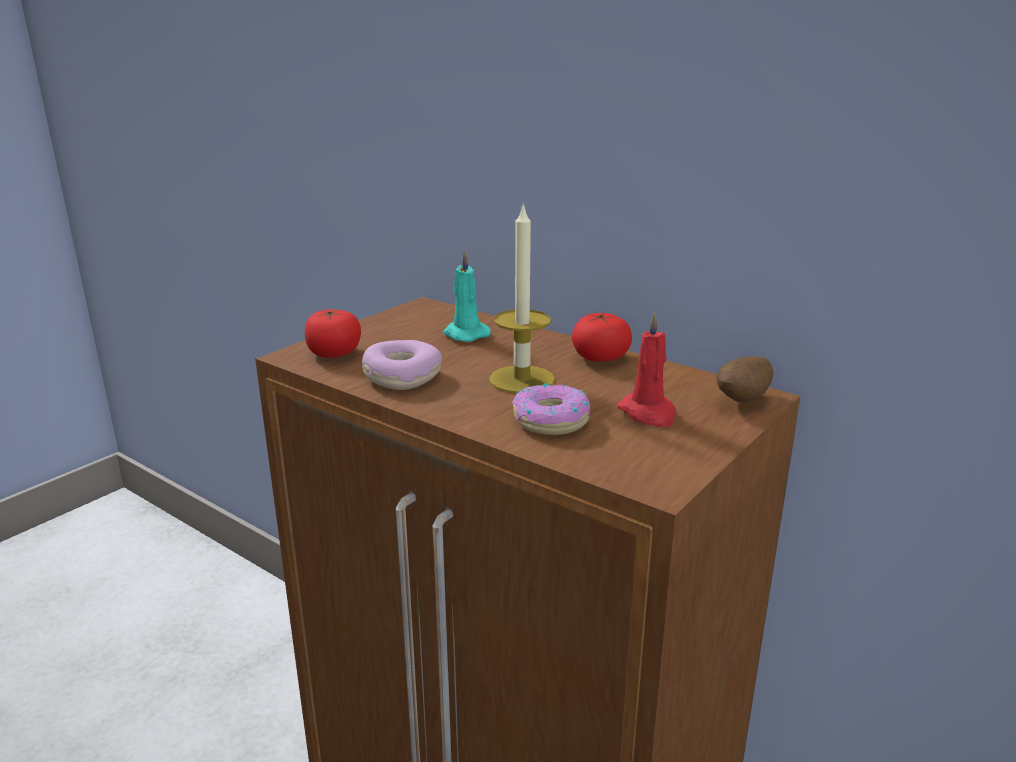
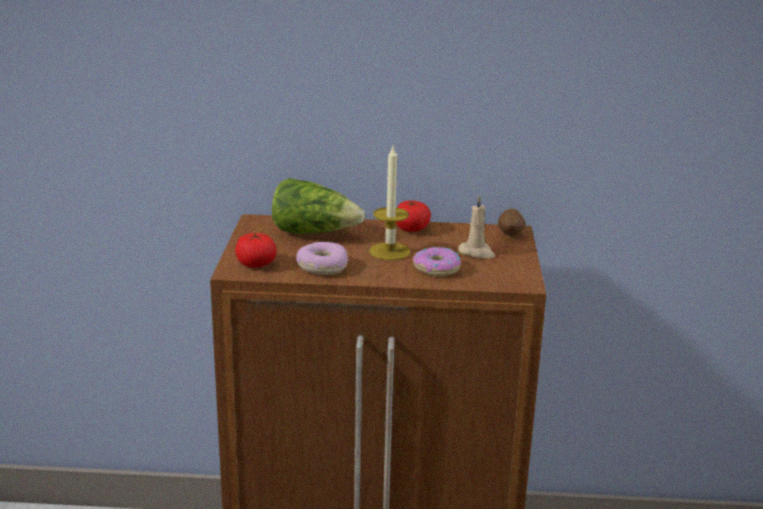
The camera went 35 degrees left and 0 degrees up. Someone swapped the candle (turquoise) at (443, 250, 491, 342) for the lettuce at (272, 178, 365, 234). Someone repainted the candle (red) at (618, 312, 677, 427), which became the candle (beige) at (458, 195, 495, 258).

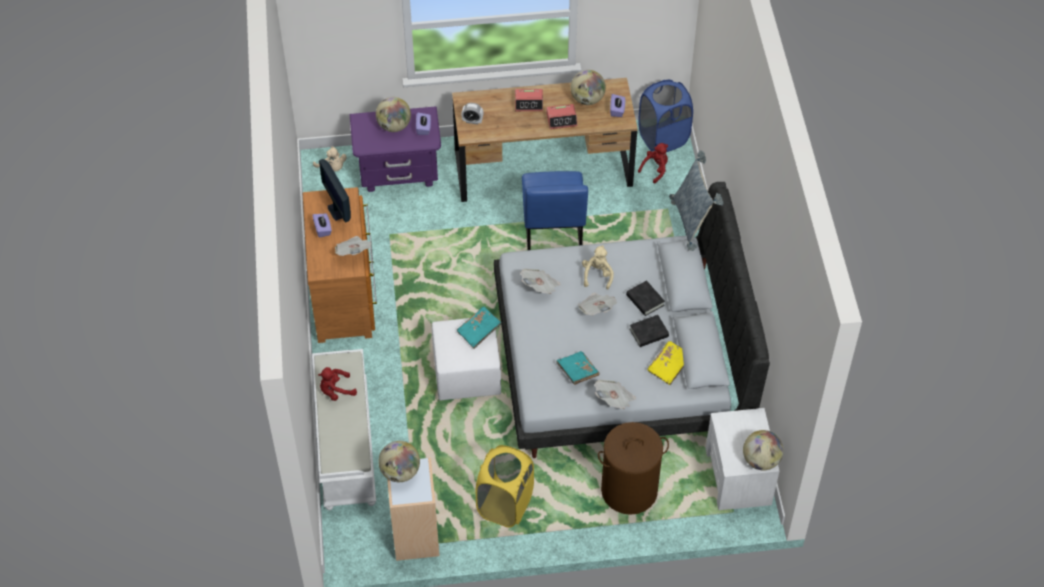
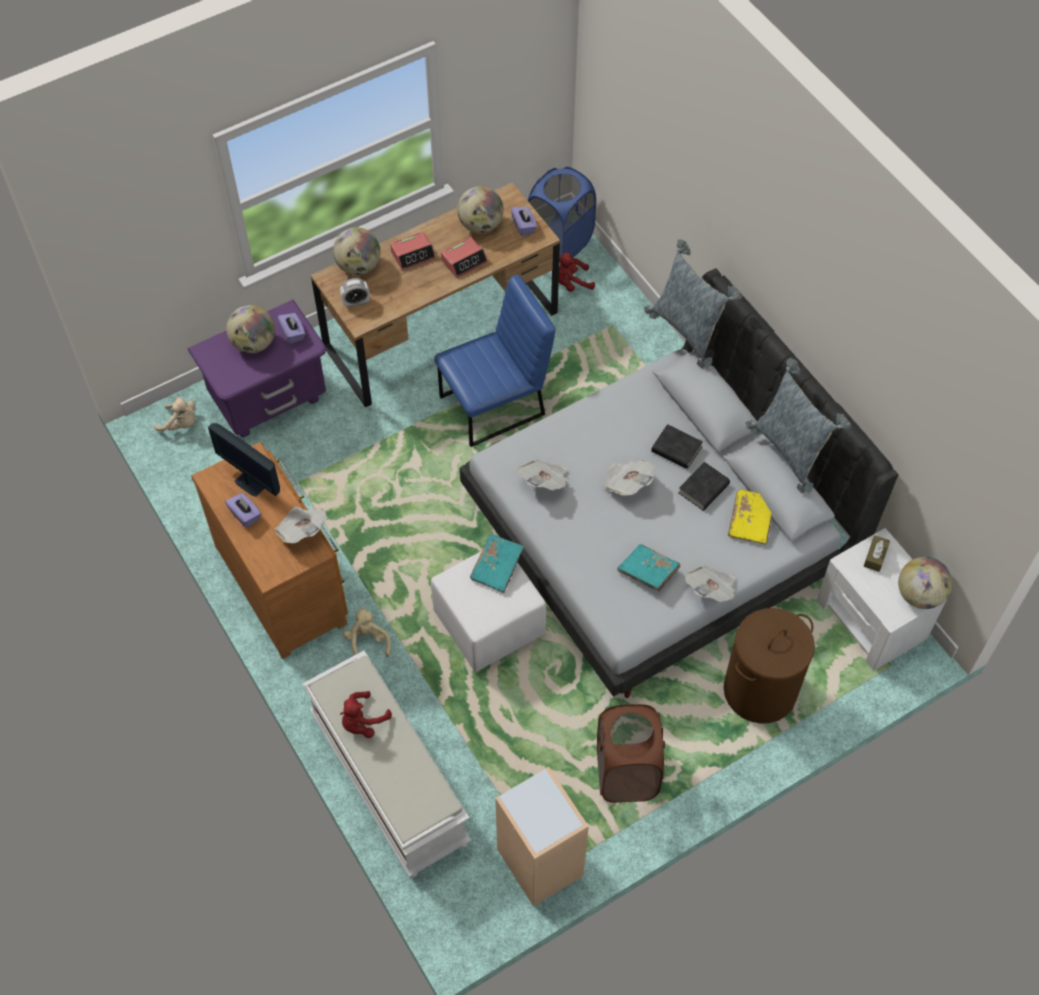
The camera went 25 degrees left and 5 degrees up. Someone carried the globe from (378, 441, 420, 482) to (333, 227, 380, 275). Someone carried the plush toy (beige) from (582, 245, 614, 290) to (343, 606, 391, 657). Someone rotated the chair (blue) at (522, 171, 588, 250) by 90 degrees counterclockwise. Someone rotated the plush toy (red) at (638, 143, 668, 183) by 120 degrees counterclockwise. Someone repainted the laundry basket (yellow) at (476, 445, 534, 528), which became the laundry basket (brown) at (597, 704, 665, 803). Someone put down the pillow at (746, 358, 851, 493). Someone put down the tissue box (brown) at (864, 535, 890, 572).

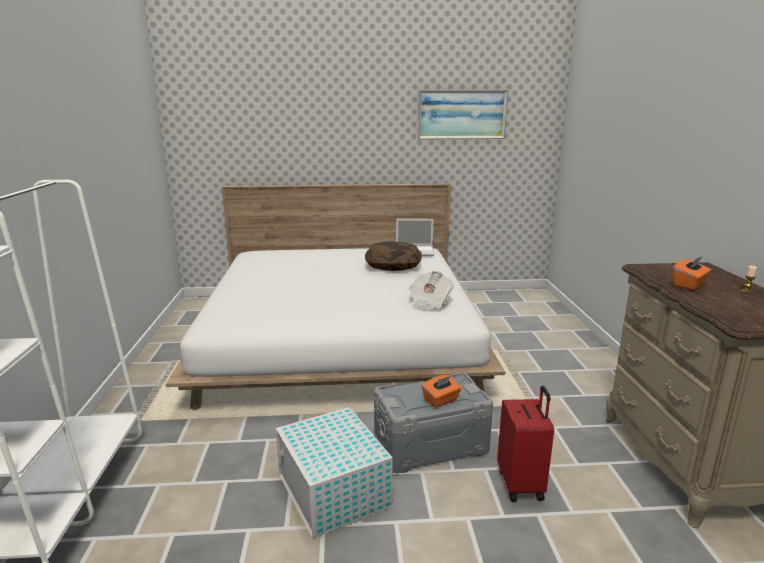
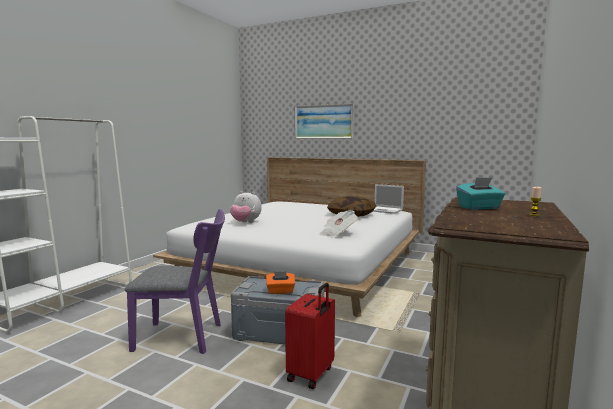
The camera went 30 degrees right and 10 degrees down. Someone swapped the storage box (white) at (276, 407, 393, 538) for the chair (purple) at (125, 209, 225, 354). Someone put down the plush toy at (230, 191, 262, 223). Someone carried the picture from (418, 90, 508, 140) to (294, 103, 354, 139). Someone repainted the tissue box (orange) at (673, 256, 711, 290), which became the tissue box (turquoise) at (456, 177, 505, 210).

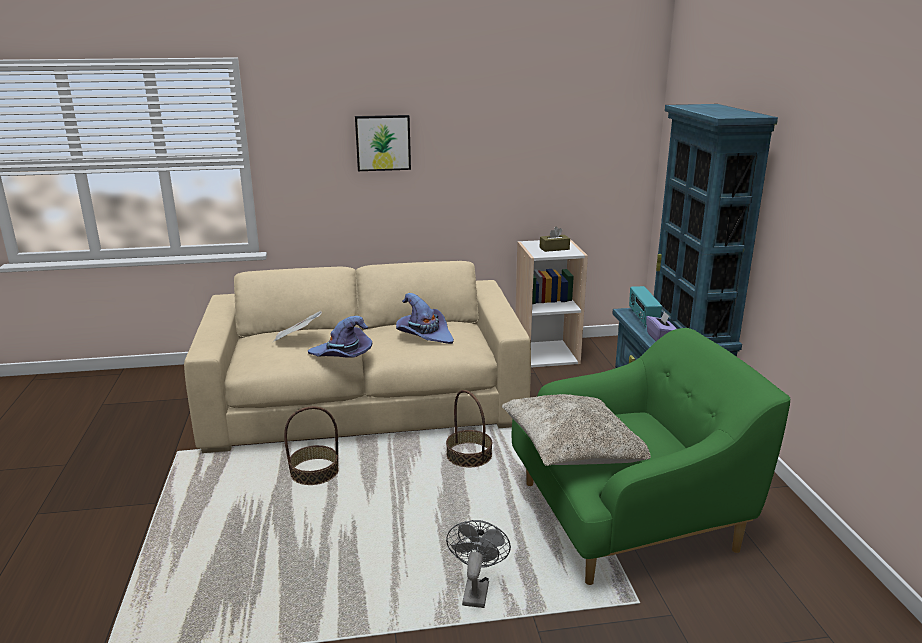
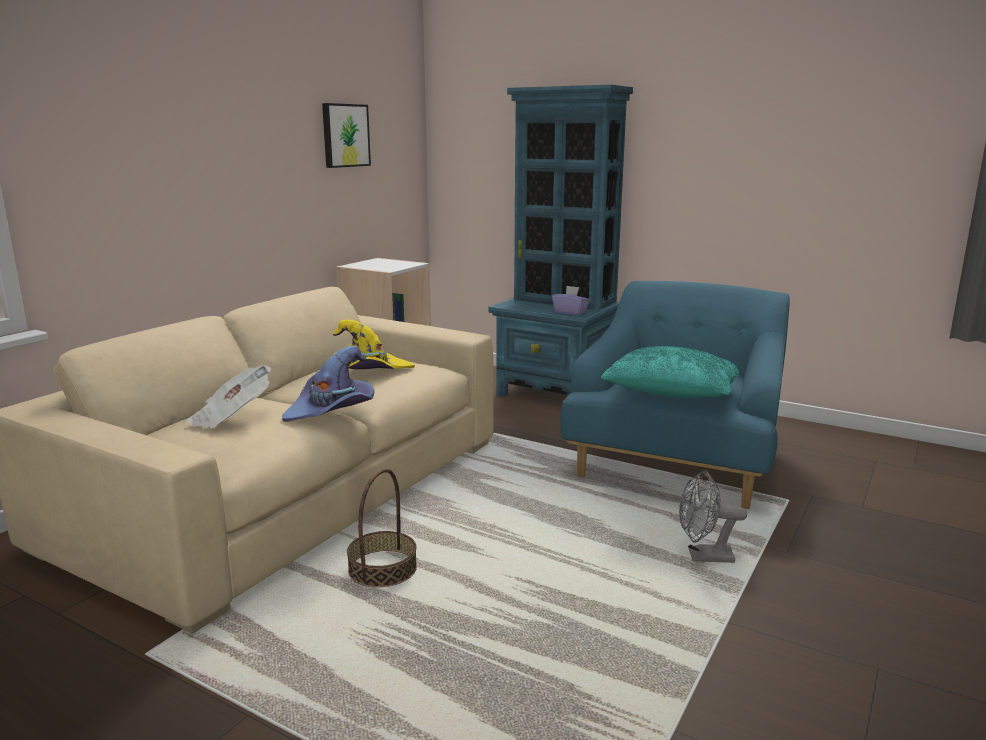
The camera went 50 degrees left and 5 degrees down. Someone carried the picture from (355, 115, 411, 171) to (322, 103, 371, 168). Someone repainted the hat (purple) at (396, 293, 454, 344), which became the hat (yellow) at (333, 319, 415, 369). Someone repainted the armchair (green) at (512, 328, 790, 585), which became the armchair (blue) at (560, 281, 790, 509). Someone repainted the pillow (beige) at (502, 394, 651, 466), which became the pillow (turquoise) at (601, 346, 739, 398). Someone rotated the fan (grey) at (446, 520, 511, 608) by 45 degrees counterclockwise. Someone took away the basket at (446, 390, 492, 468). Someone took away the tissue box (brown) at (540, 227, 570, 252). Someone took away the radio at (629, 286, 662, 328).

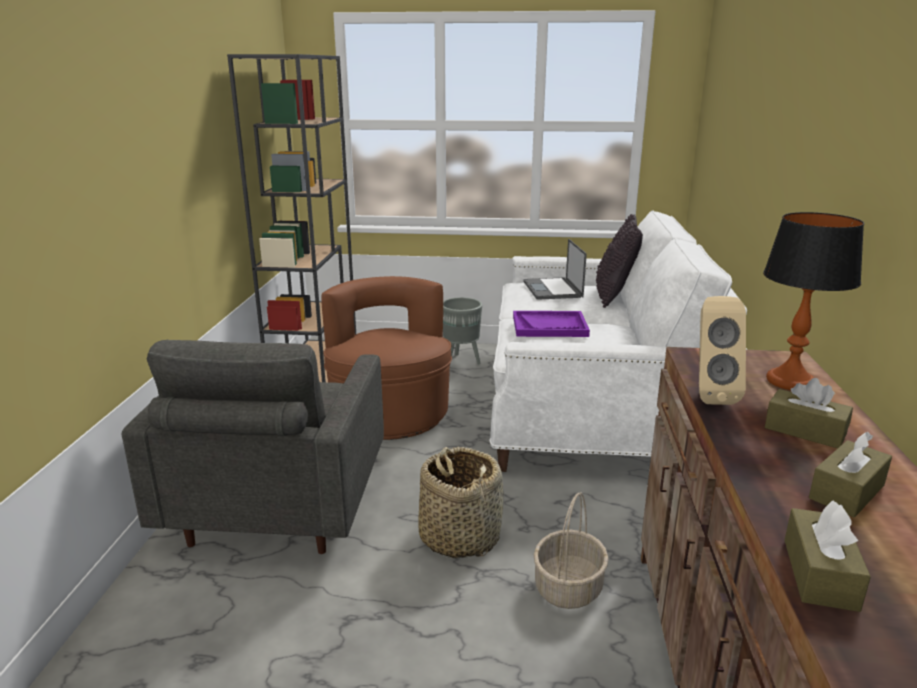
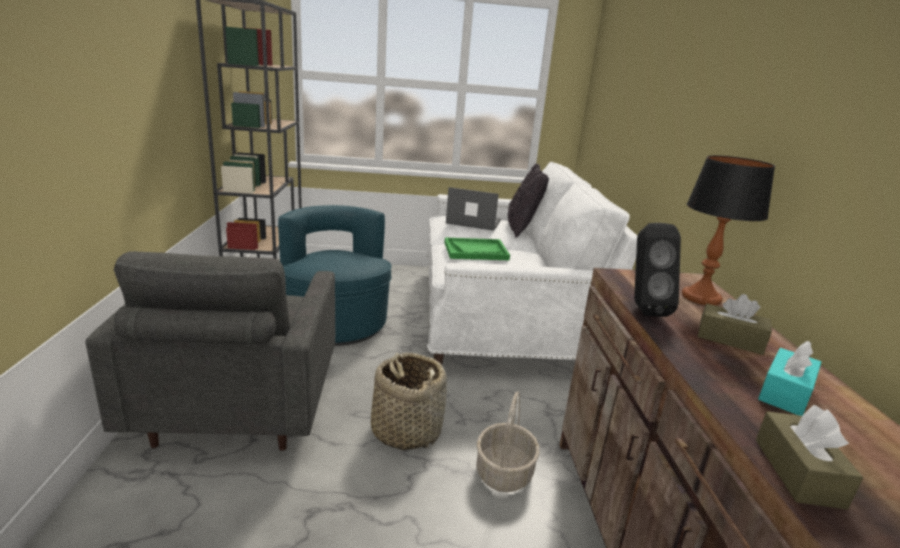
The camera went 10 degrees left and 0 degrees up. Someone repainted the armchair (brown) at (321, 276, 452, 440), which became the armchair (turquoise) at (278, 205, 392, 346). Someone repainted the tray (purple) at (513, 311, 590, 337), which became the tray (green) at (444, 238, 510, 260). Someone rotated the laptop at (523, 239, 587, 300) by 120 degrees clockwise. Someone repainted the speaker (beige) at (699, 296, 746, 405), which became the speaker (black) at (634, 223, 681, 317). Someone repainted the tissue box (brown) at (809, 432, 892, 517), which became the tissue box (turquoise) at (758, 341, 821, 416). Someone took away the planter (grey) at (443, 297, 482, 364).

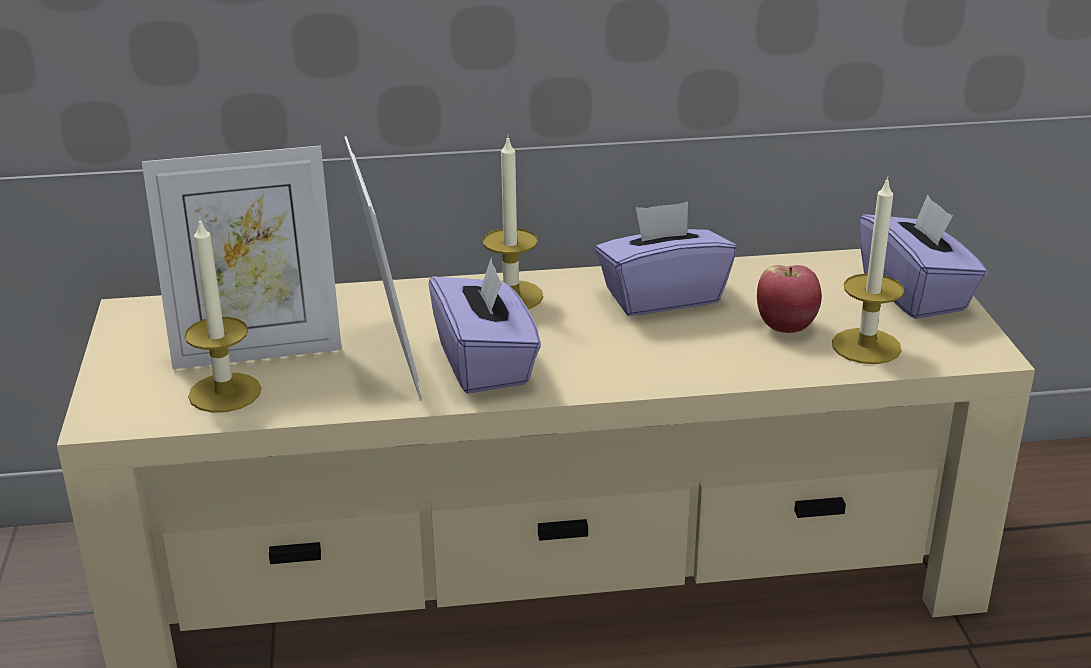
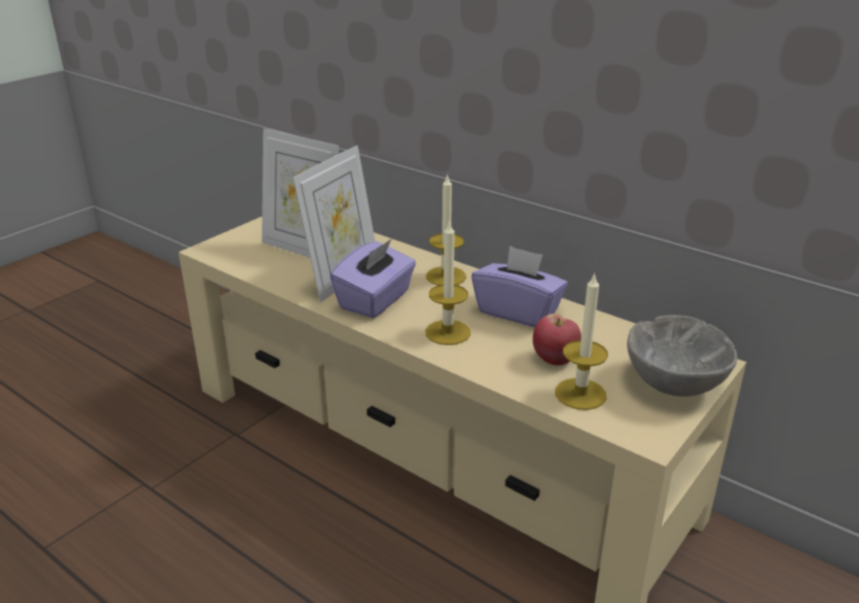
The camera went 45 degrees right and 0 degrees up. Someone carried the candle from (184, 217, 261, 413) to (426, 220, 471, 345). Someone swapped the tissue box (purple) at (859, 195, 987, 319) for the bowl (grey) at (627, 315, 737, 397).

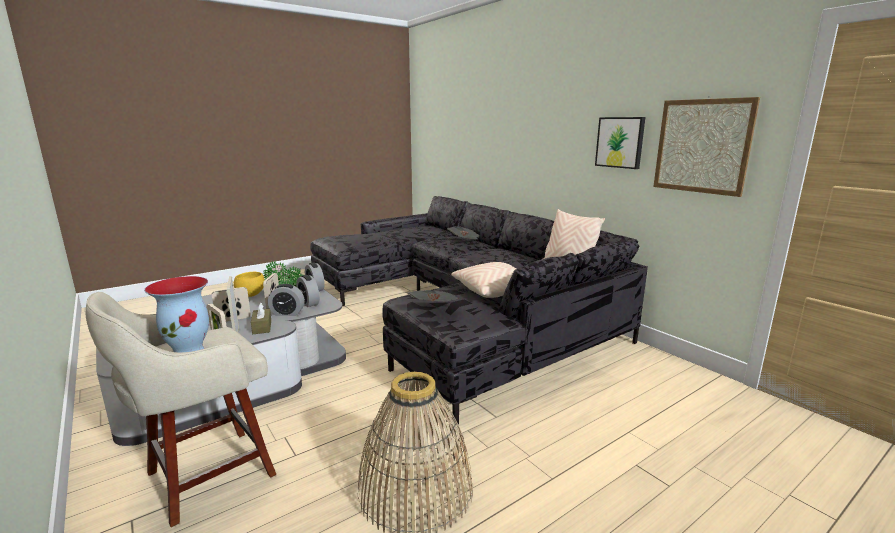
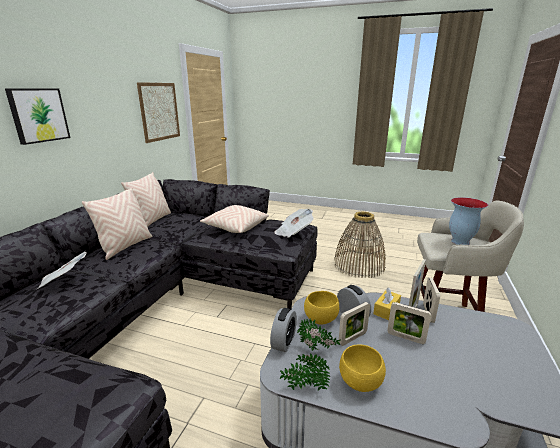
The camera went 125 degrees left and 5 degrees up. Someone carried the picture from (595, 117, 645, 169) to (5, 88, 70, 145). Someone put down the pillow (beige) at (82, 188, 152, 260). Someone swapped the alarm clock at (296, 275, 319, 307) for the bowl (yellow) at (304, 291, 339, 325). Someone repainted the tissue box (brown) at (251, 303, 271, 334), which became the tissue box (yellow) at (373, 287, 401, 320).

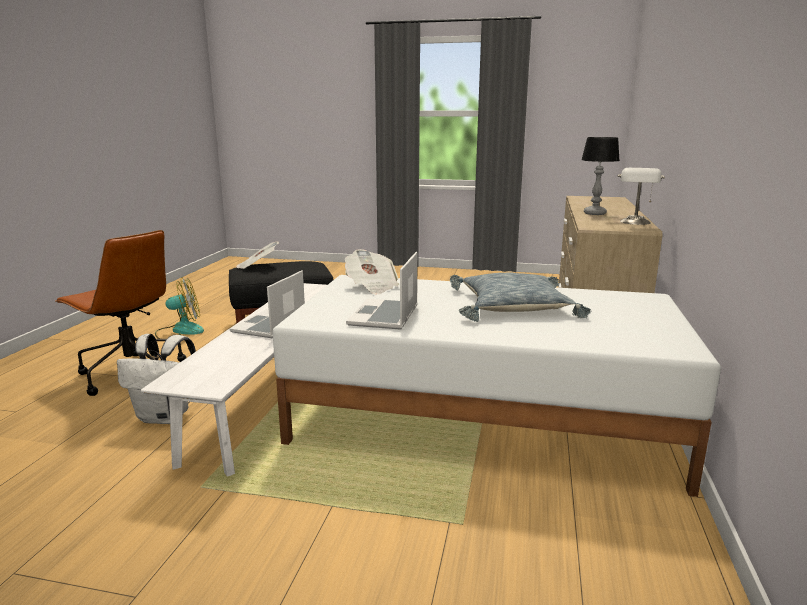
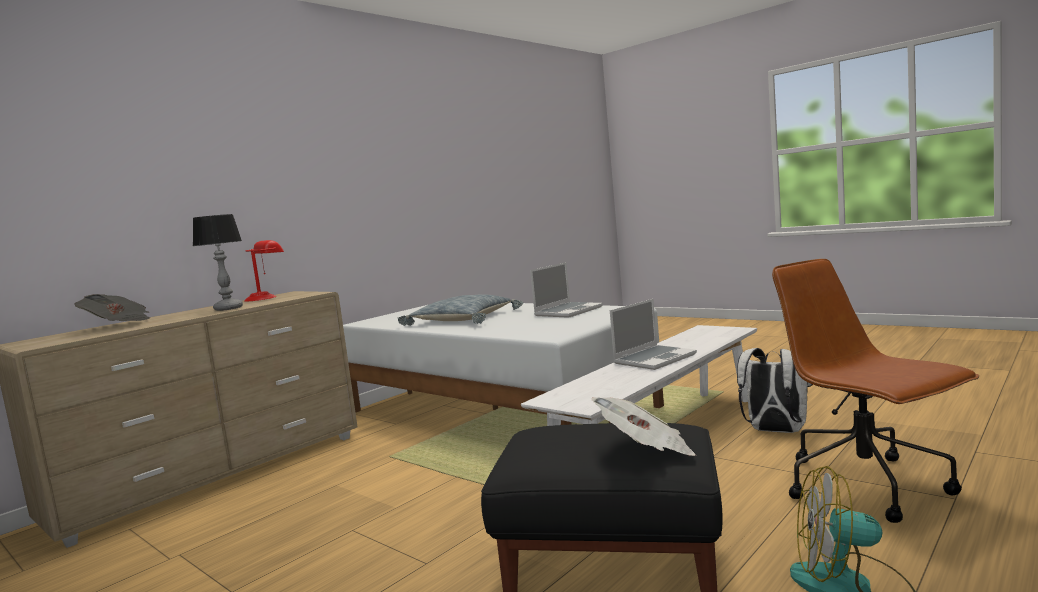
The camera went 150 degrees left and 10 degrees down. Someone carried the newspaper from (345, 249, 399, 295) to (74, 294, 150, 321). Someone repainted the table lamp (white) at (618, 168, 665, 225), which became the table lamp (red) at (244, 240, 284, 301).

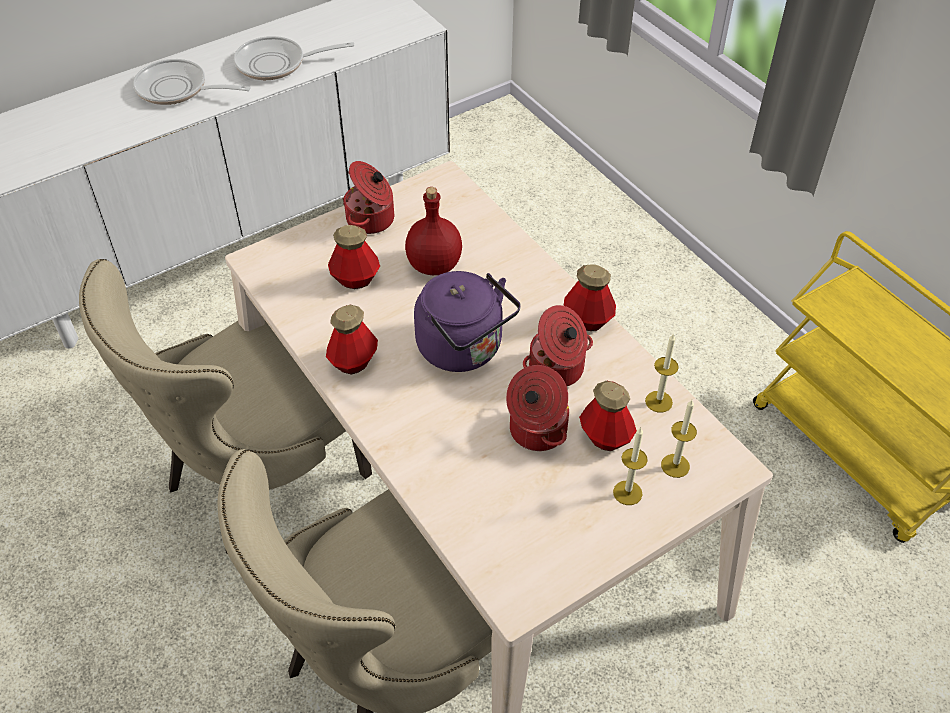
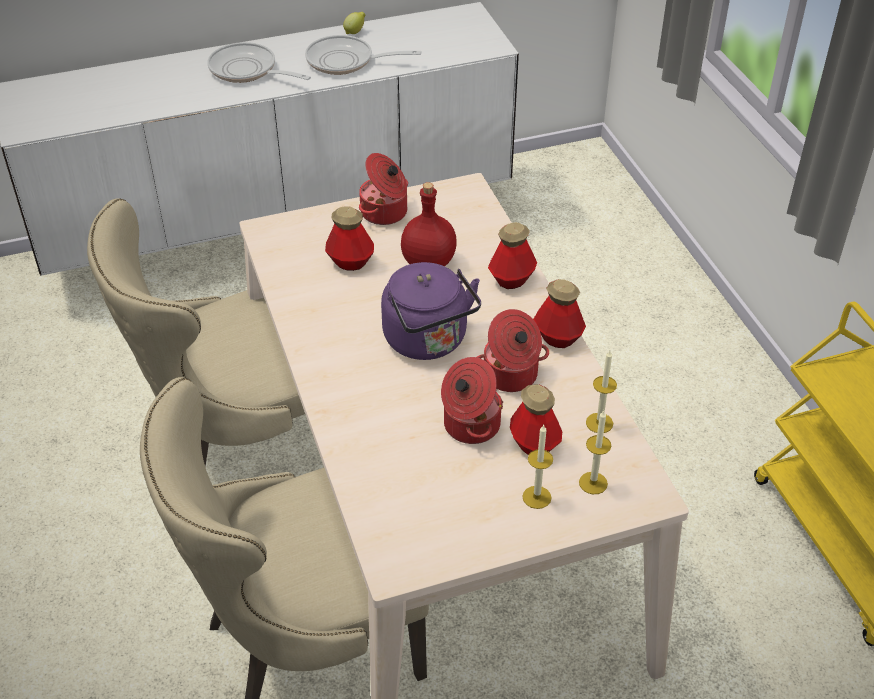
The camera went 15 degrees right and 5 degrees down. Someone put down the lemon at (343, 12, 365, 34). Someone carried the bottle from (326, 305, 378, 375) to (488, 222, 537, 289).

